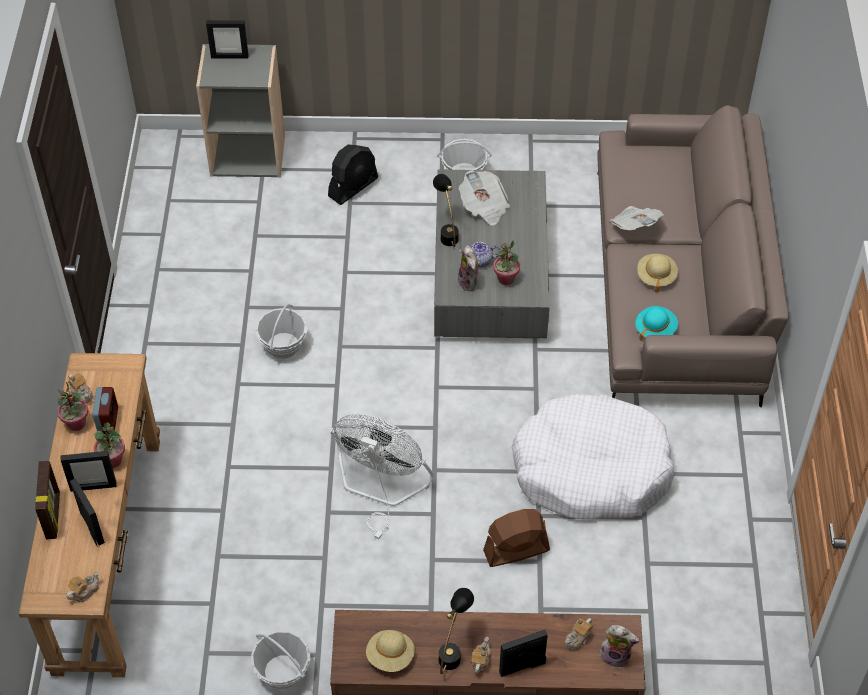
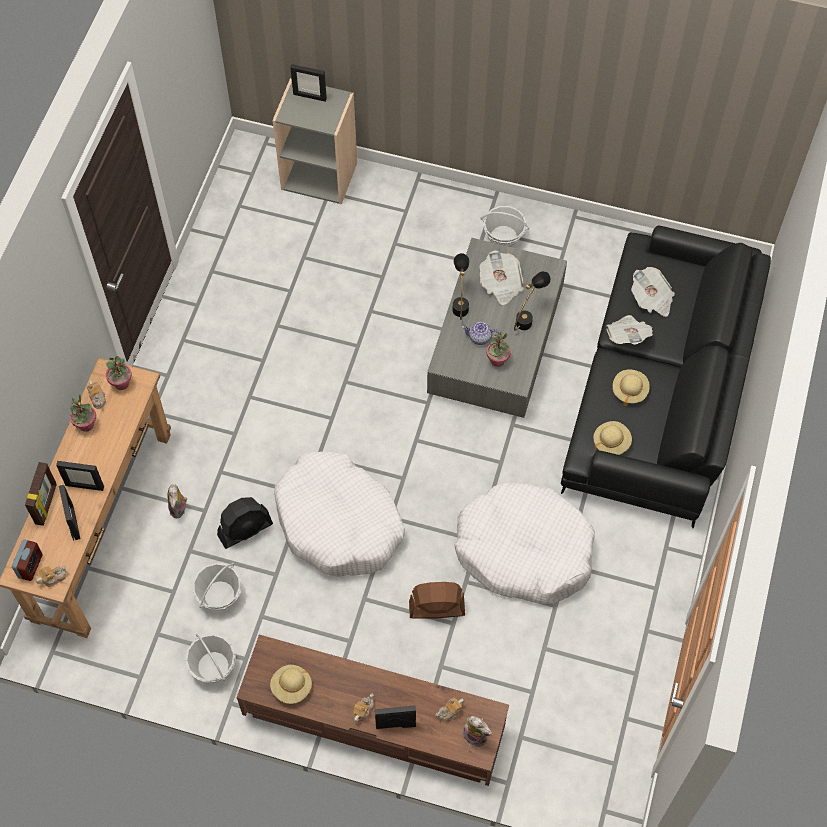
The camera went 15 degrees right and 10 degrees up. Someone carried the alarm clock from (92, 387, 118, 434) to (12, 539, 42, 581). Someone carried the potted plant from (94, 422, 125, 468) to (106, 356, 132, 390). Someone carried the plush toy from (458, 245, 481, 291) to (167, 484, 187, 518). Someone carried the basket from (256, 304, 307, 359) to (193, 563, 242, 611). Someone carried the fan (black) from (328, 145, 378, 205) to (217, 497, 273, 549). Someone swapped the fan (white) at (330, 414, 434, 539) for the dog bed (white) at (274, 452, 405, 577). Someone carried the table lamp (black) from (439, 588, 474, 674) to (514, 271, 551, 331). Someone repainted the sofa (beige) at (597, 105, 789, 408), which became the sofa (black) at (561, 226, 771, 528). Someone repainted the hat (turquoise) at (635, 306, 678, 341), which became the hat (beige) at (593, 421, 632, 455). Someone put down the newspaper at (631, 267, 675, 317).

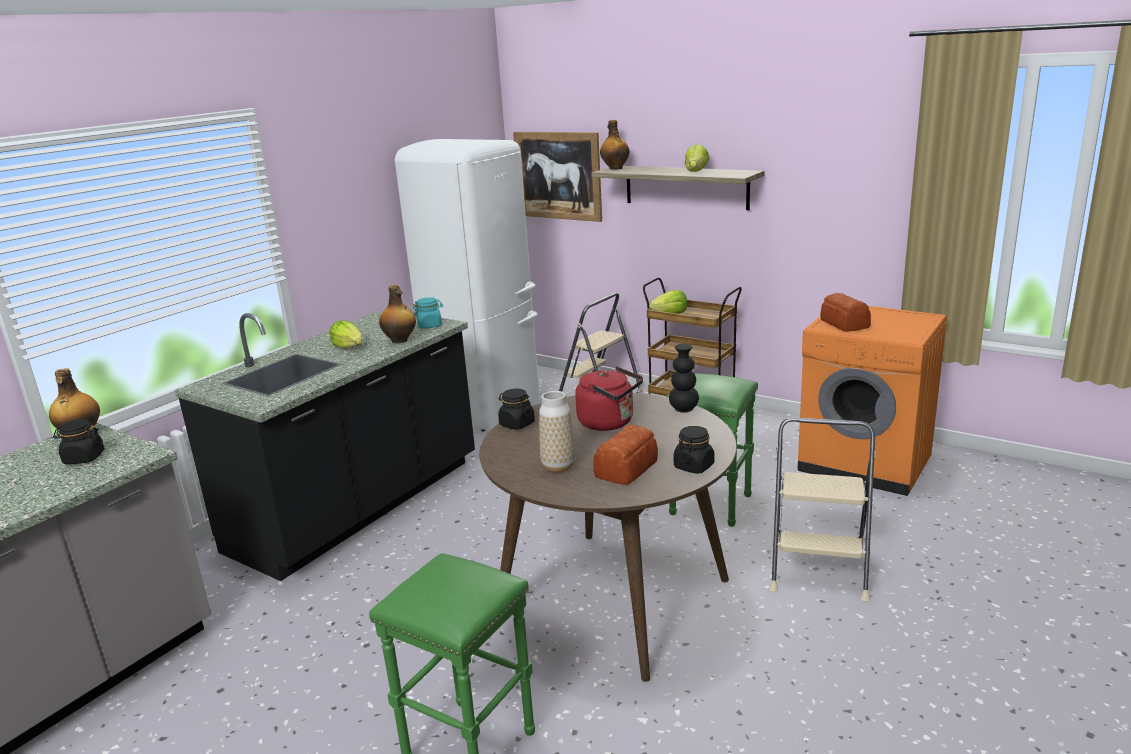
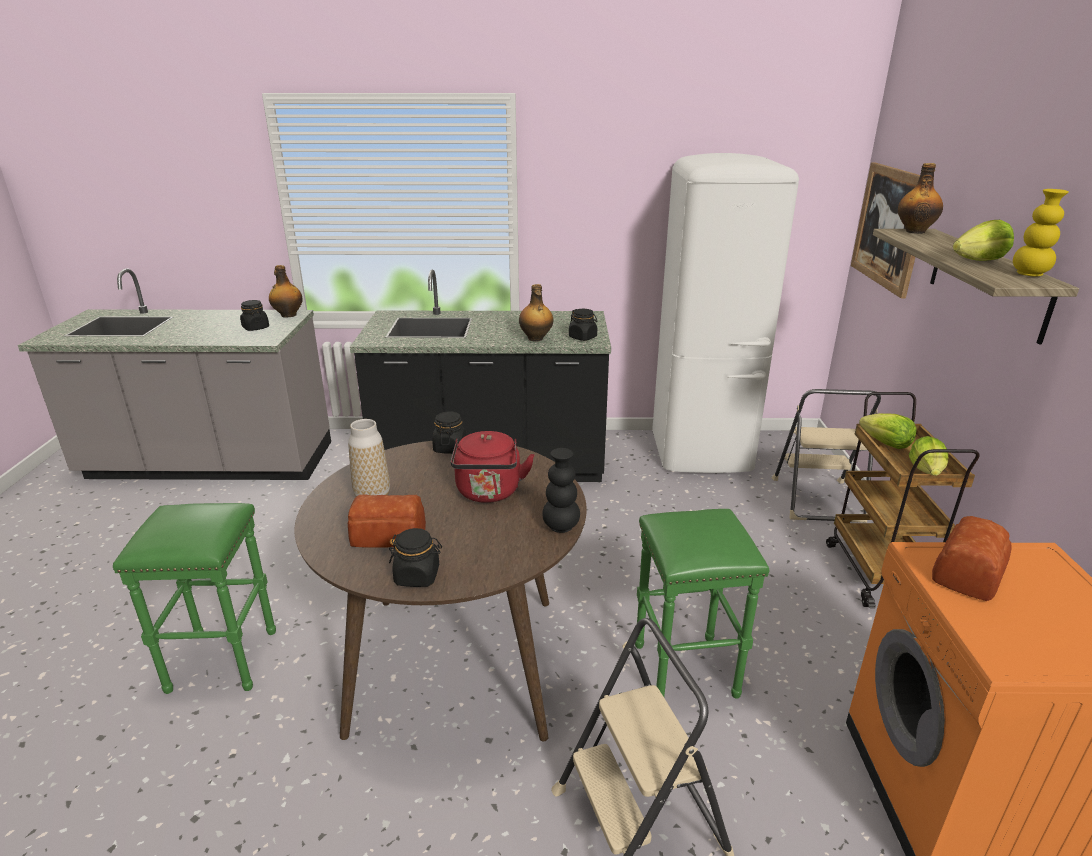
The camera went 55 degrees right and 5 degrees up. Someone repainted the jar (turquoise) at (413, 297, 443, 329), which became the jar (black) at (569, 309, 597, 341). Someone carried the lettuce from (330, 320, 362, 348) to (909, 436, 948, 476). Someone put down the vase (yellow) at (1013, 189, 1068, 276).

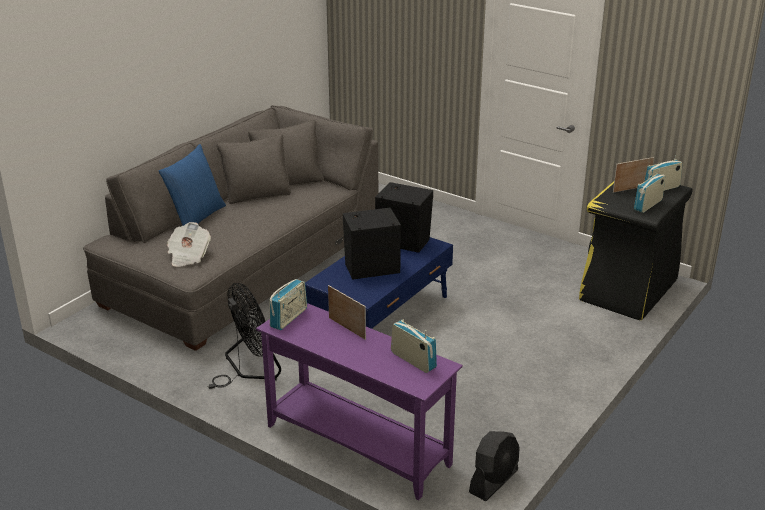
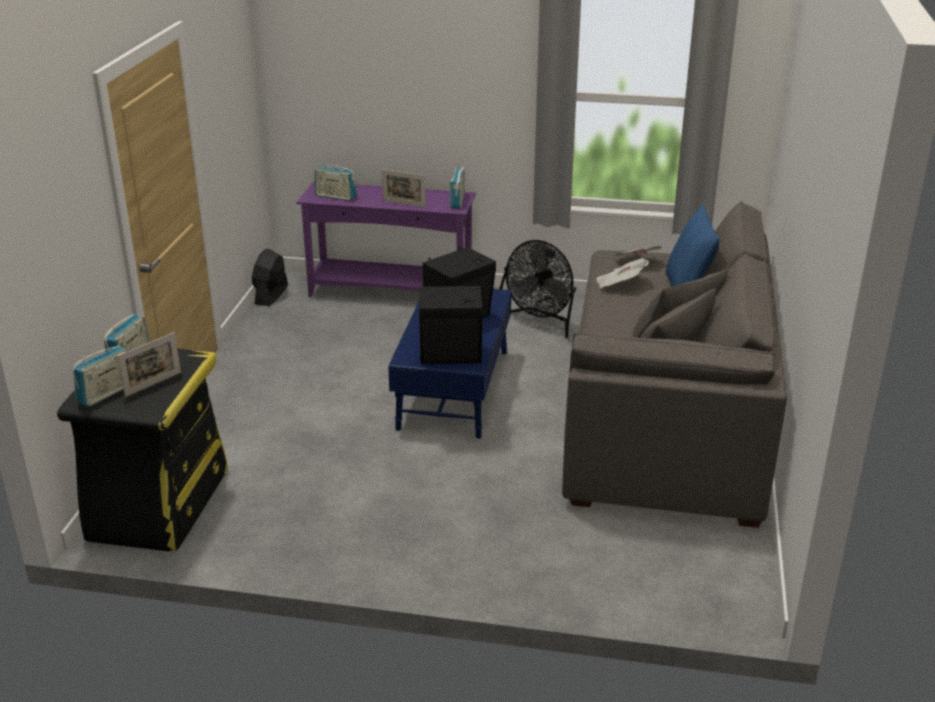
The camera went 155 degrees right and 0 degrees up. Someone put down the newspaper at (597, 258, 649, 288).

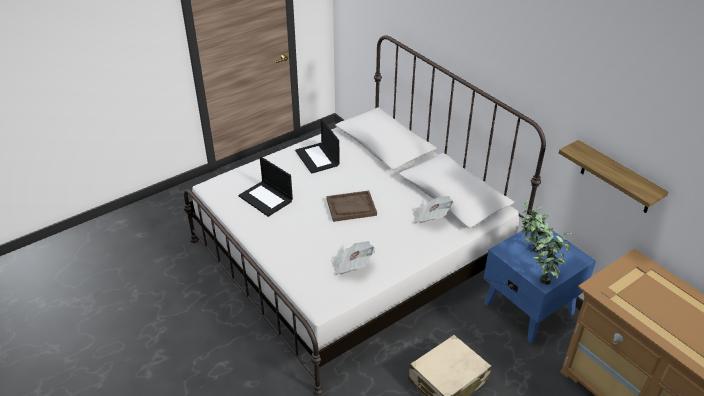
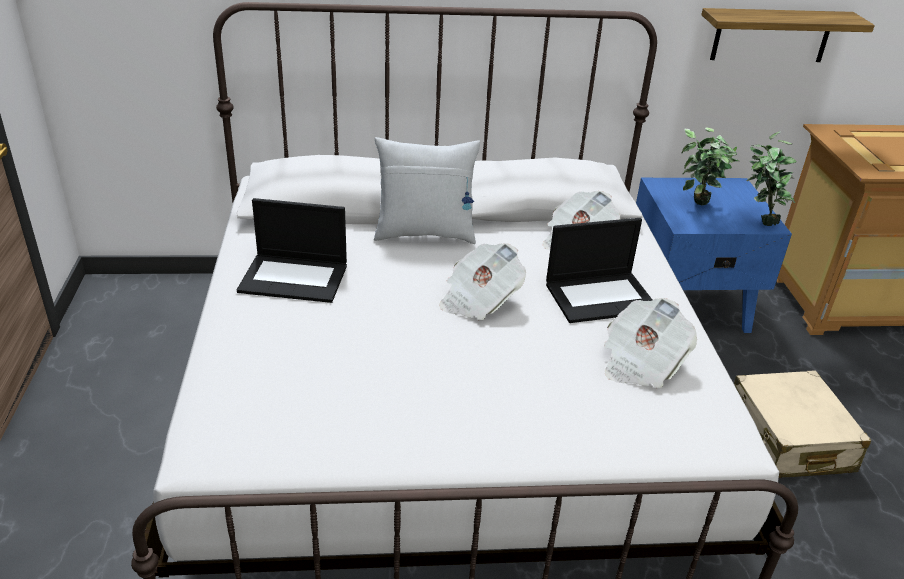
The camera went 60 degrees left and 5 degrees down. Someone put down the pillow (grey) at (374, 137, 480, 244). Someone swapped the tray (brown) at (327, 191, 377, 222) for the newspaper at (439, 243, 526, 320). Someone carried the laptop from (238, 157, 293, 217) to (546, 218, 652, 323).

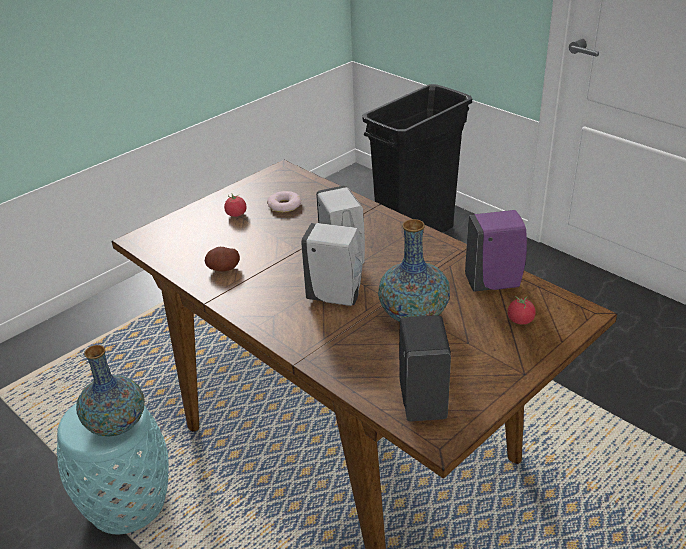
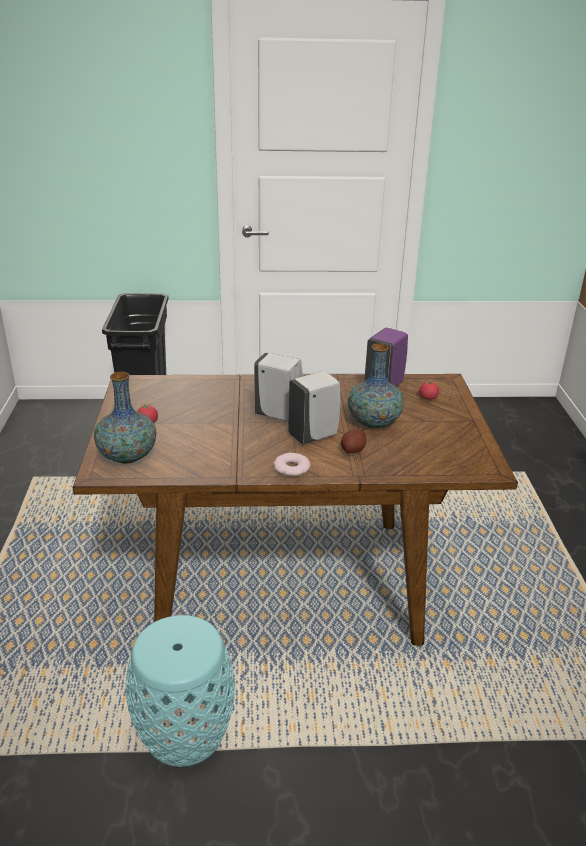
The camera went 50 degrees left and 5 degrees down. Someone carried the vase from (76, 345, 145, 436) to (94, 372, 156, 464). Someone carried the donut from (267, 191, 301, 212) to (273, 453, 311, 477). Someone carried the potato from (205, 247, 240, 272) to (341, 429, 366, 453). Someone took away the soap dispenser (black) at (399, 316, 451, 421).

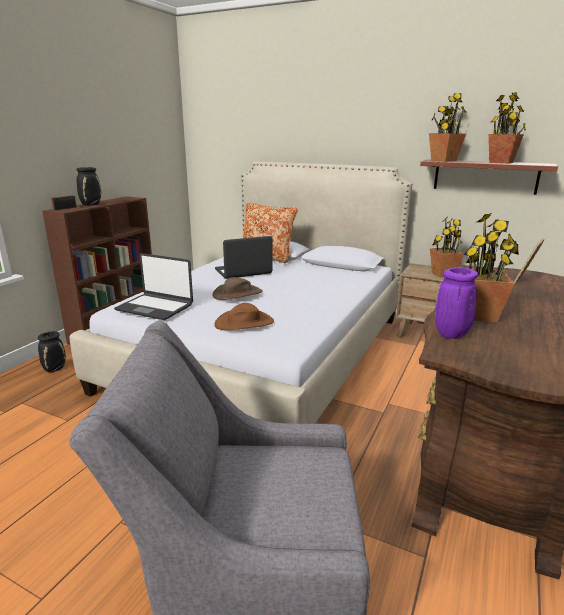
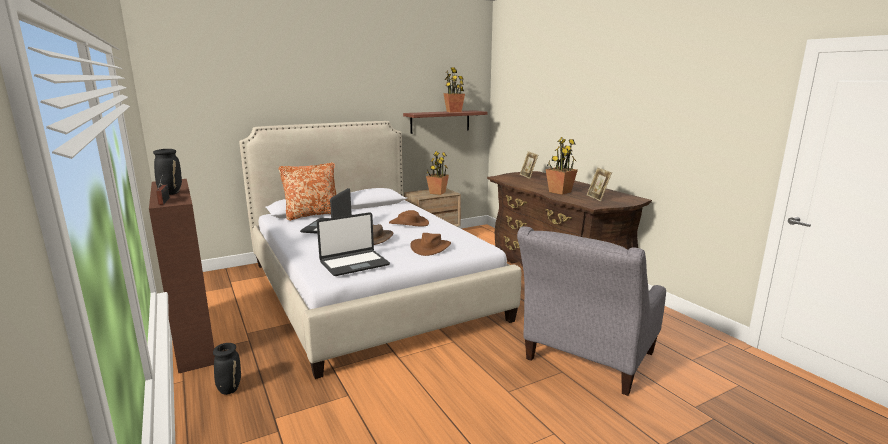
The camera went 55 degrees left and 5 degrees down. Someone put down the hat (brown) at (389, 210, 429, 226). Someone put down the picture frame at (587, 167, 612, 201). Someone took away the potted plant at (429, 93, 466, 162). Someone took away the vase (purple) at (435, 267, 478, 339).

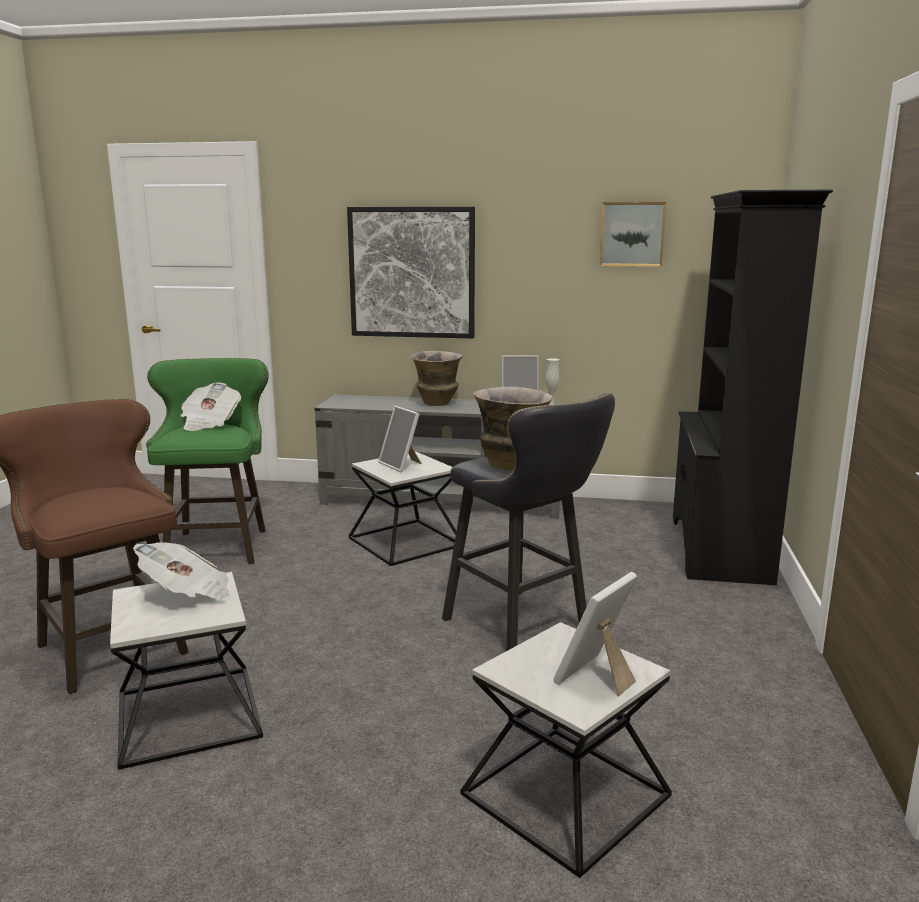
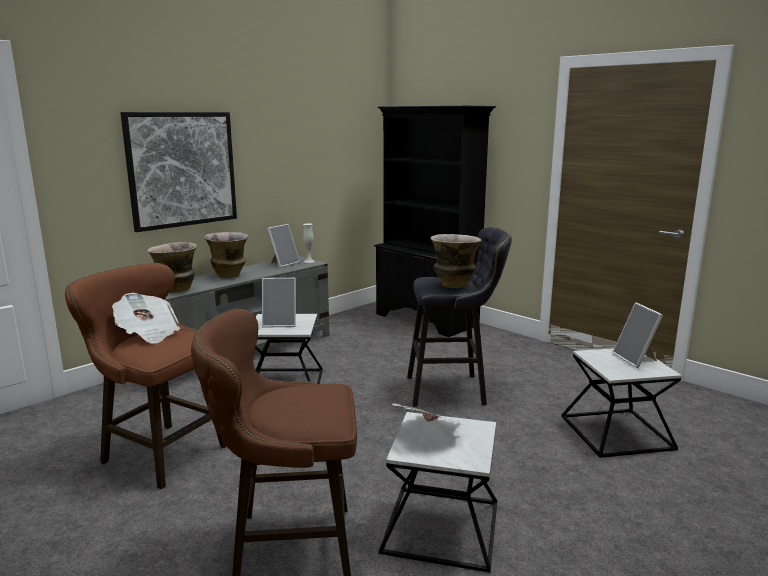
The camera went 55 degrees left and 0 degrees up. Someone repainted the stool (green) at (146, 358, 269, 564), which became the stool (brown) at (65, 263, 227, 489). Someone put down the vase at (147, 242, 197, 293). Someone took away the picture at (600, 202, 667, 267).

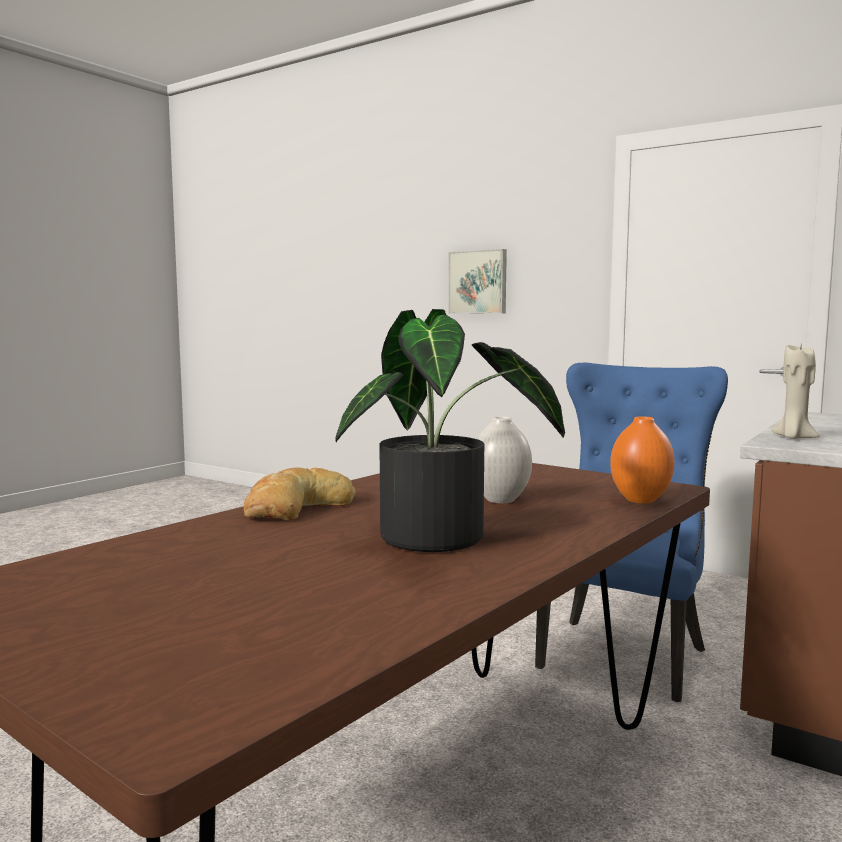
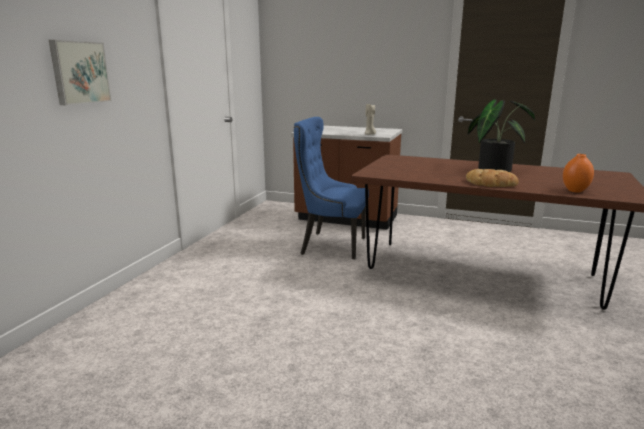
The camera went 105 degrees left and 10 degrees up. Someone carried the vase (orange) from (610, 416, 675, 504) to (563, 154, 594, 193). Someone took away the vase (white) at (477, 416, 532, 503).

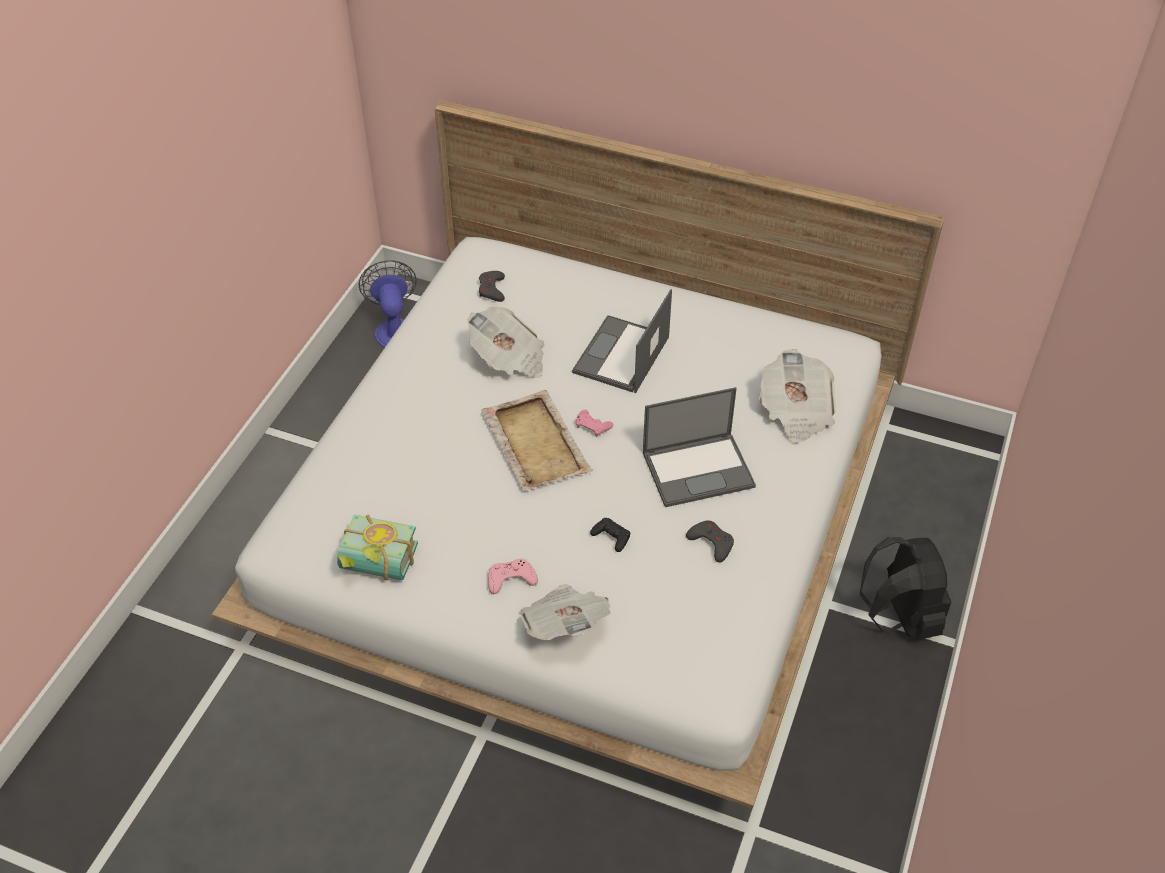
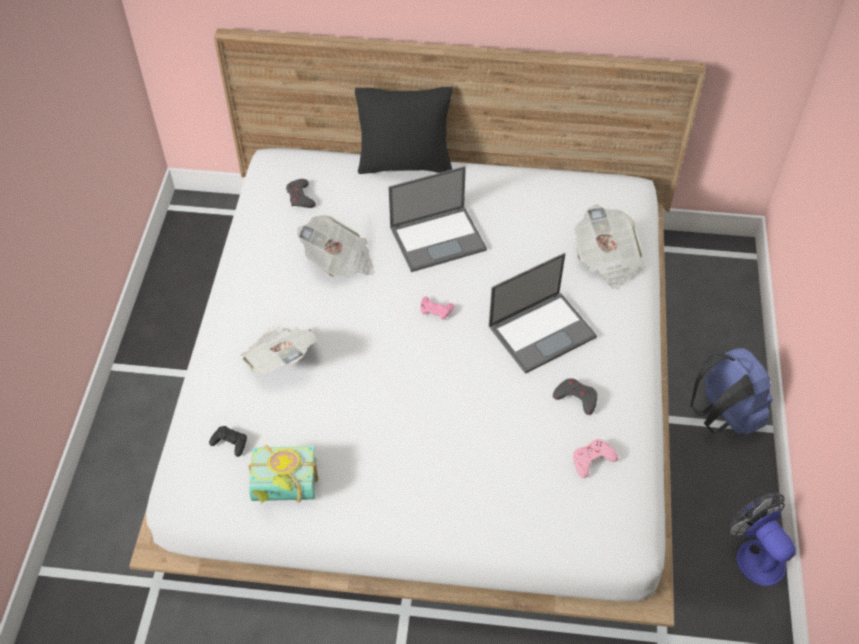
The camera went 15 degrees left and 5 degrees up. Someone carried the game controller (black) from (590, 518, 630, 552) to (209, 426, 247, 457). Someone carried the newspaper from (521, 584, 611, 640) to (241, 327, 317, 373). Someone put down the pillow (black) at (355, 87, 452, 174). Someone rotated the laptop at (572, 289, 672, 393) by 120 degrees counterclockwise. Someone carried the game controller (pink) from (488, 559, 538, 594) to (573, 439, 618, 478). Someone repainted the backpack (black) at (860, 537, 951, 640), which became the backpack (blue) at (691, 348, 773, 435). Someone carried the fan from (359, 260, 417, 347) to (728, 493, 796, 586). Someone took away the tray (beige) at (481, 390, 593, 491).

